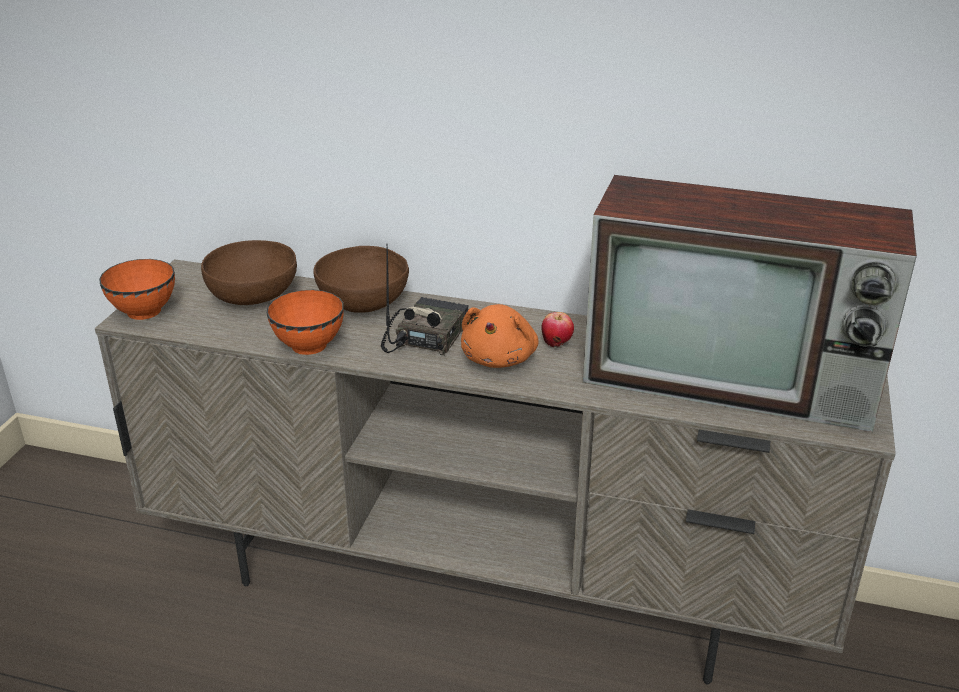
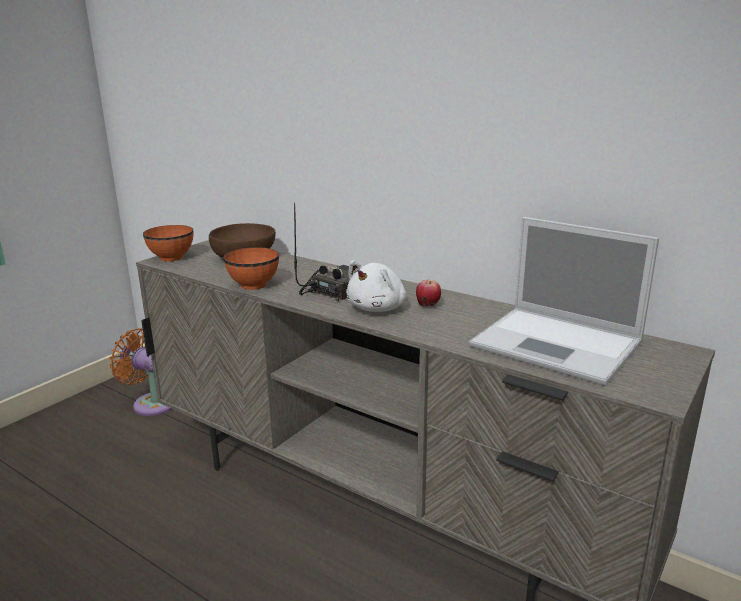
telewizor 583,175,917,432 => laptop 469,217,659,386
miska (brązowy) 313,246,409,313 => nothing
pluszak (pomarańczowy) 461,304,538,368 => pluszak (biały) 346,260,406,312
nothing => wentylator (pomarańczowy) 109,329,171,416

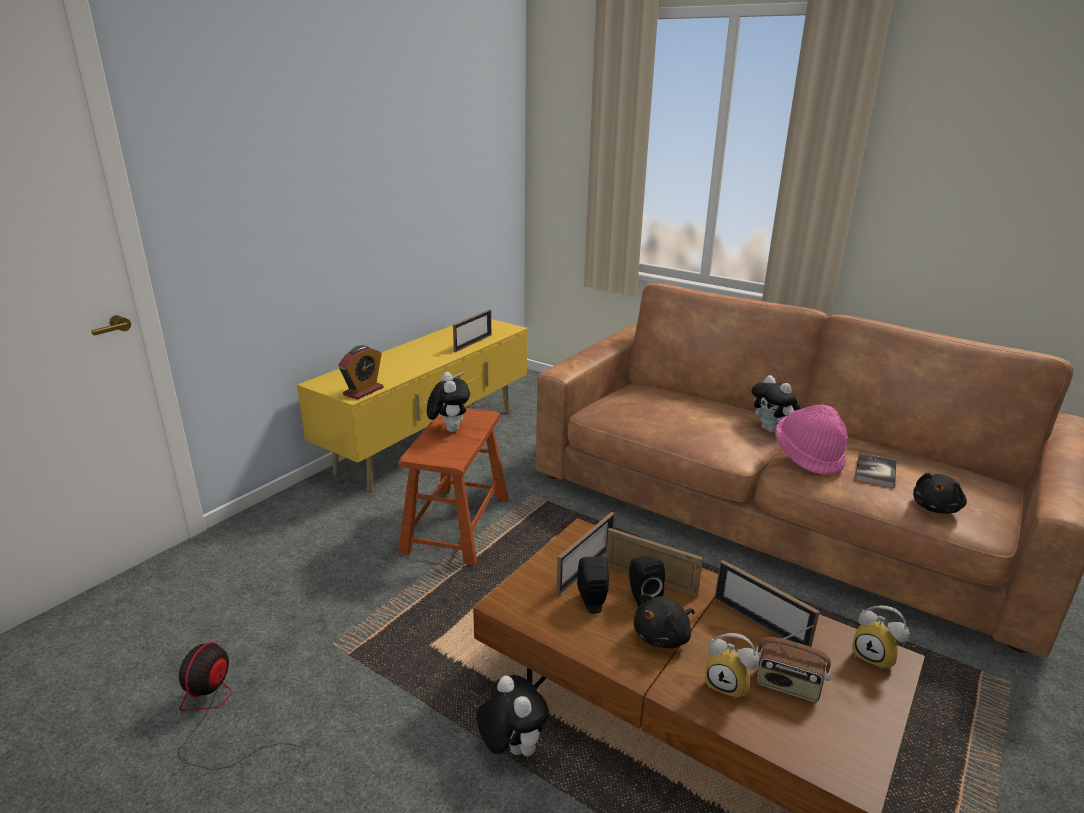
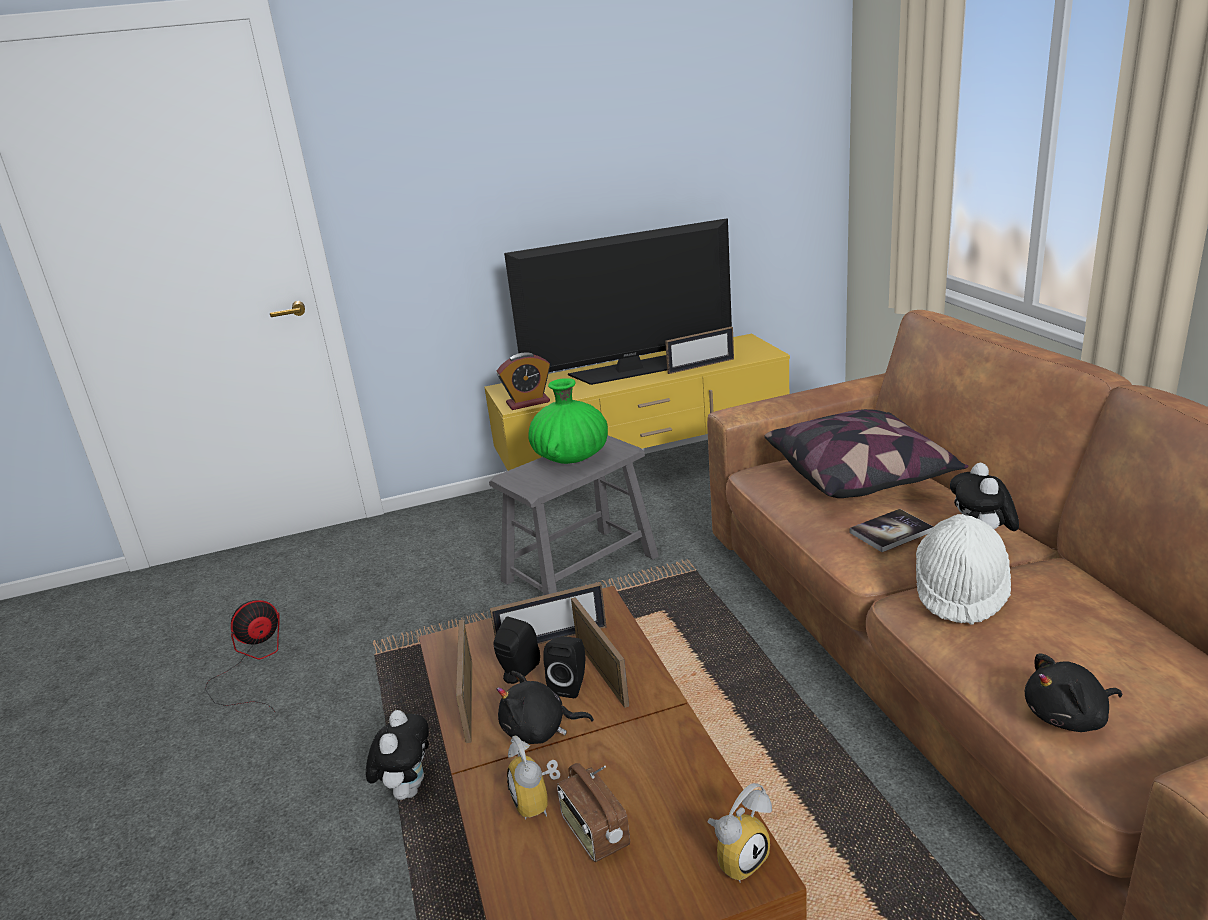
pluszak 427,372,470,432 => wazon (zielony) 528,378,608,464
kapelusz (różowy) 775,405,847,474 => kapelusz (biały) 916,514,1011,625
stołek (brązowy) 398,408,509,565 => stołek (szary) 489,435,659,595
książka 855,453,897,488 => książka 850,509,933,552, moved
ramka na zdjęcie 714,560,820,647 => ramka na zdjęcie 456,619,472,743, moved
budzik 852,605,909,671 => budzik 708,783,772,883, 120 degrees counterclockwise
nothing => telewizor 504,218,732,385
nothing => poduszka 765,409,968,498

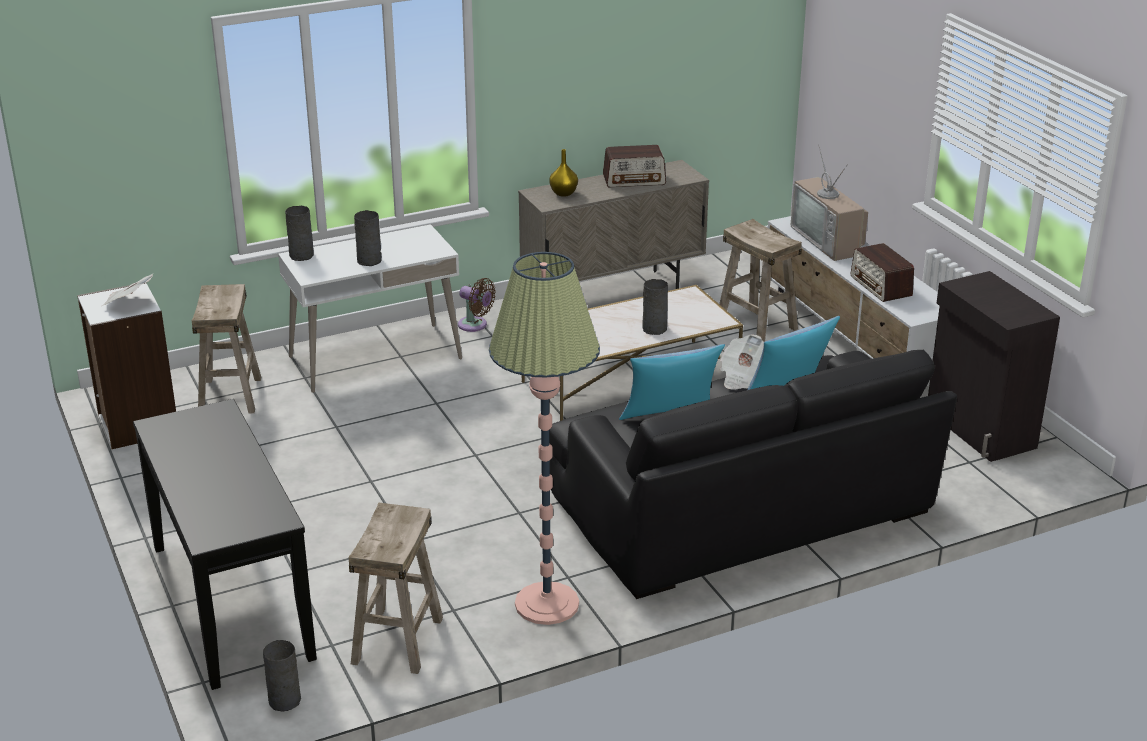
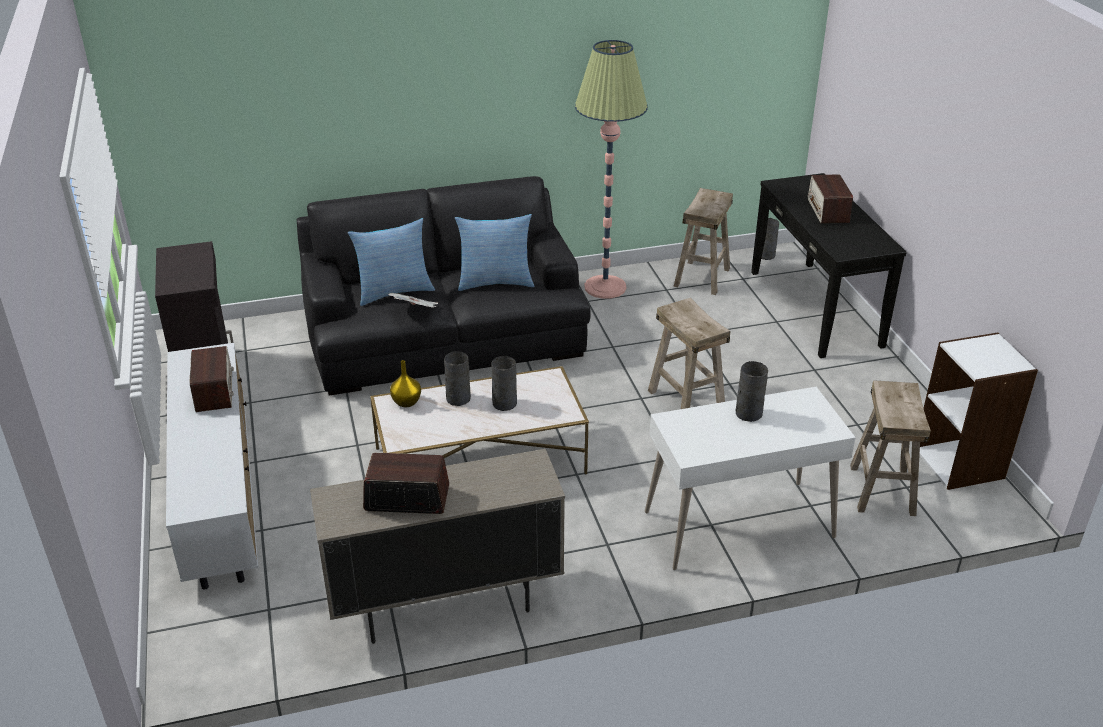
telewizor 791,144,868,261 => nothing
wazon (żółty) 549,149,578,196 => wazon (żółty) 390,360,421,408, moved
wazon (szary) 285,206,314,261 => wazon (szary) 491,356,517,411, moved
stołek (beżowy) 719,219,802,342 => stołek (beżowy) 648,298,730,409, moved
gazeta 102,273,154,306 => nothing
wentylator (brązowy) 458,278,496,332 => nothing
nothing => radio 808,174,853,224

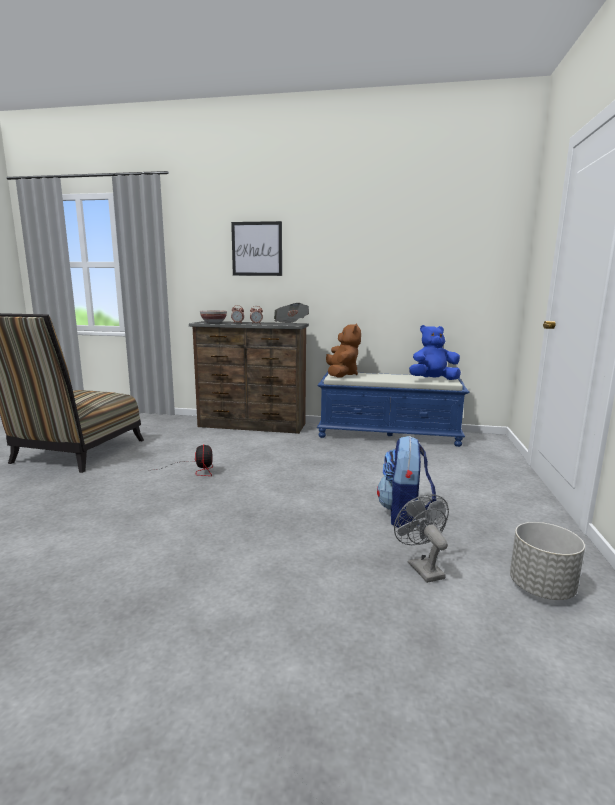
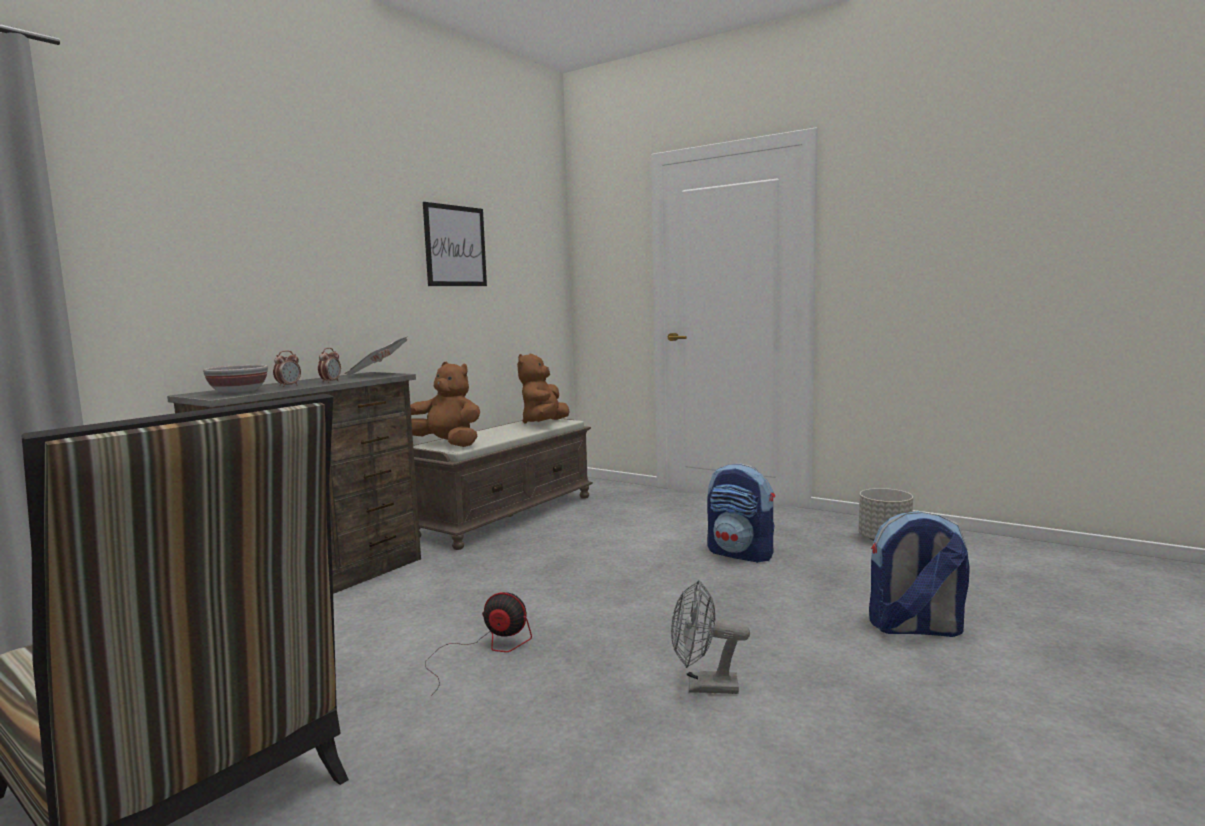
obraz 231,221,282,276 => obraz 423,202,487,286, moved
pluszak (niebieski) 409,325,461,380 => pluszak (brązowy) 517,354,570,424
ławka (niebieski) 317,372,469,447 => ławka (brązowy) 413,418,593,550
wentylator (szary) 394,494,449,583 => wentylator (szary) 671,580,750,694, moved
nothing => plecak 869,511,970,637

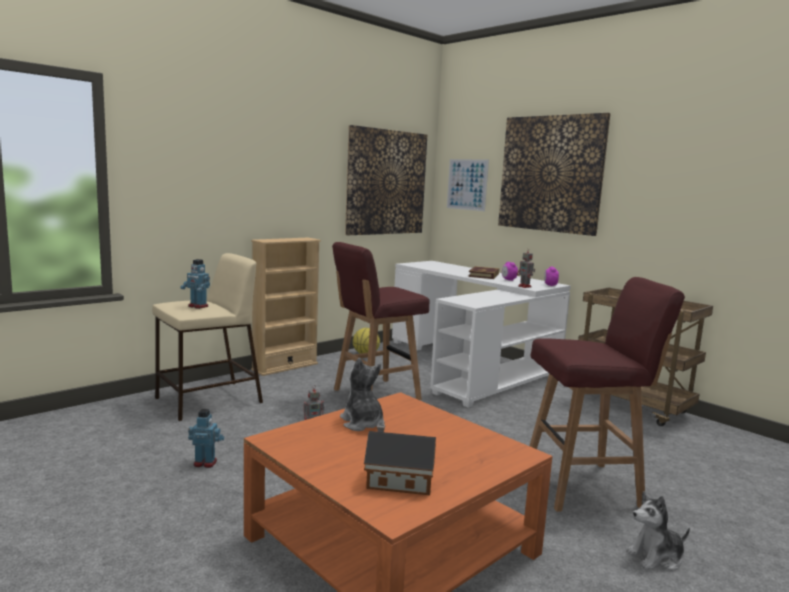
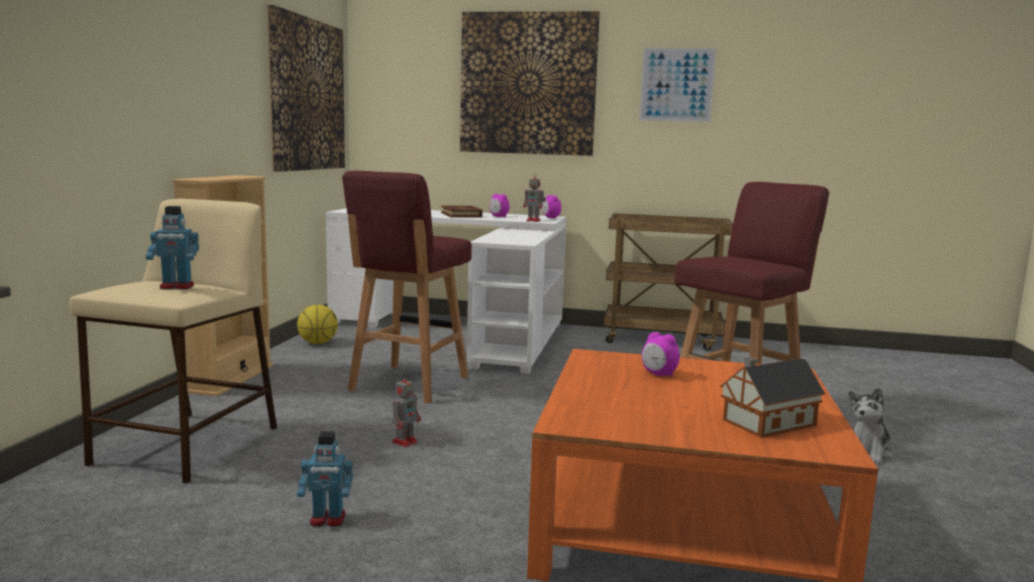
obraz 447,159,489,211 => obraz 639,48,717,122, moved
pluszak 340,358,385,431 => nothing
robot zabawkowy 188,409,224,468 => robot zabawkowy 297,431,353,527, 150 degrees counterclockwise
nothing => budzik 642,332,680,376

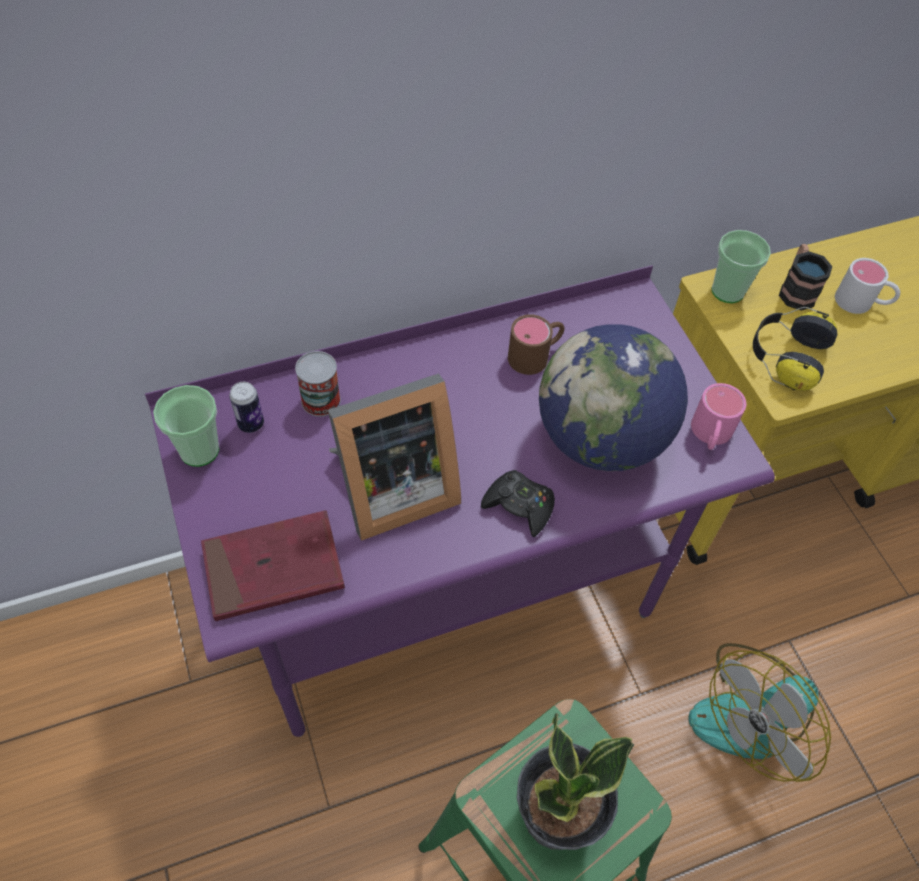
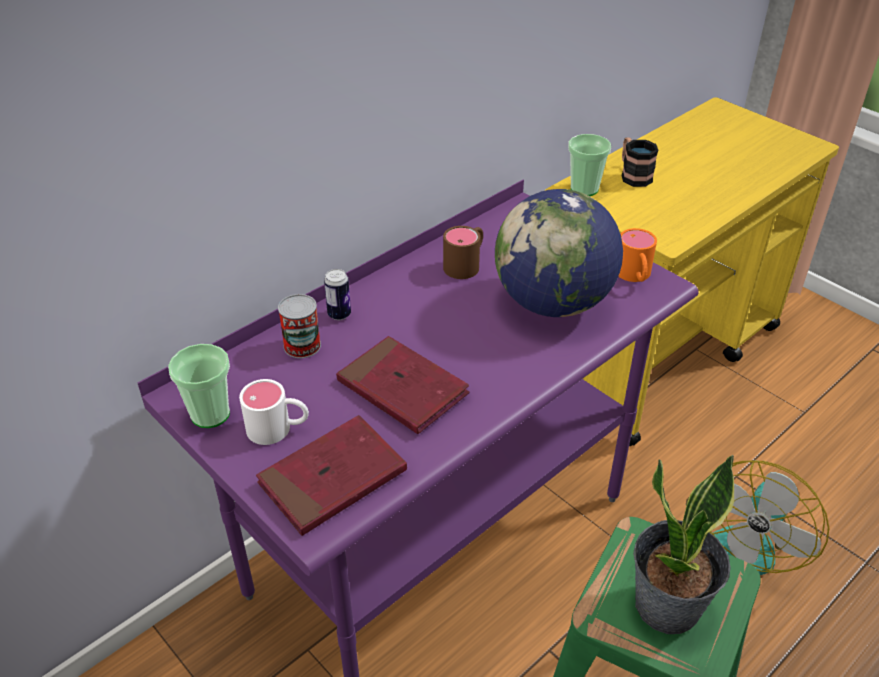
kubek (biały) 835,258,900,314 => kubek (biały) 239,379,309,445, moved
słuchawki 753,307,838,391 => nothing
ramka na zdjęcie 328,373,461,541 => książka (czerwony) 336,336,470,434
puszka 229,382,264,433 => puszka 324,269,351,320, moved
kubek (różowy) 691,383,746,450 => kubek (pomarańczowy) 618,228,657,282
pad do gier (czarny) 481,470,555,537 => nothing

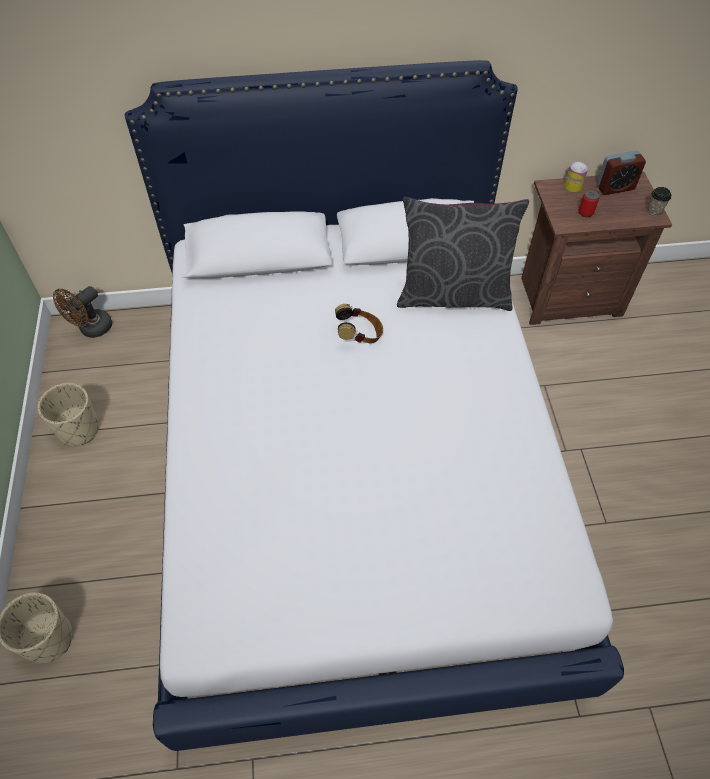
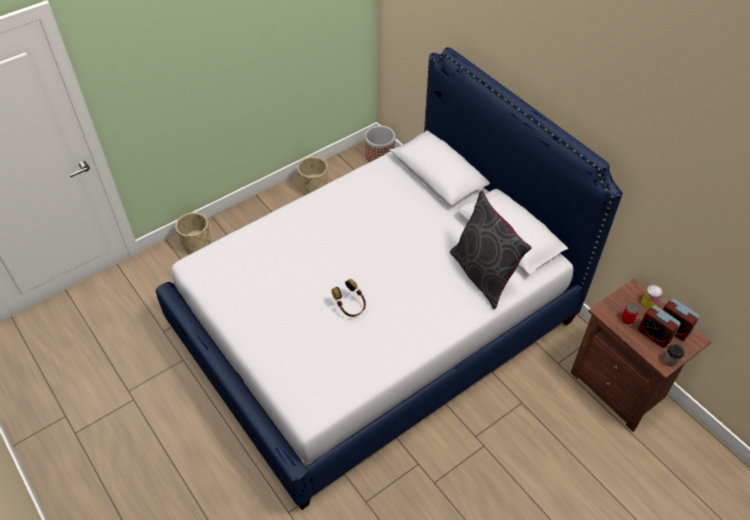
wentylator (brązowy) 53,286,112,338 => donica 365,126,395,162
słuchawki 335,304,383,343 => słuchawki 332,279,366,317, moved
nothing => budzik 638,305,681,348

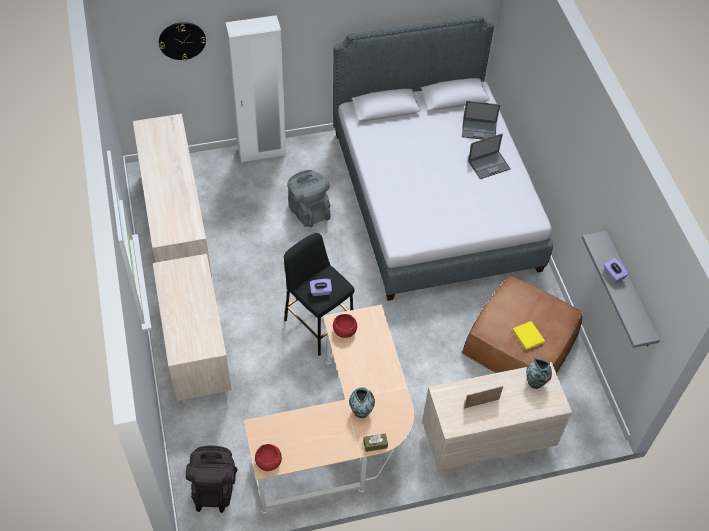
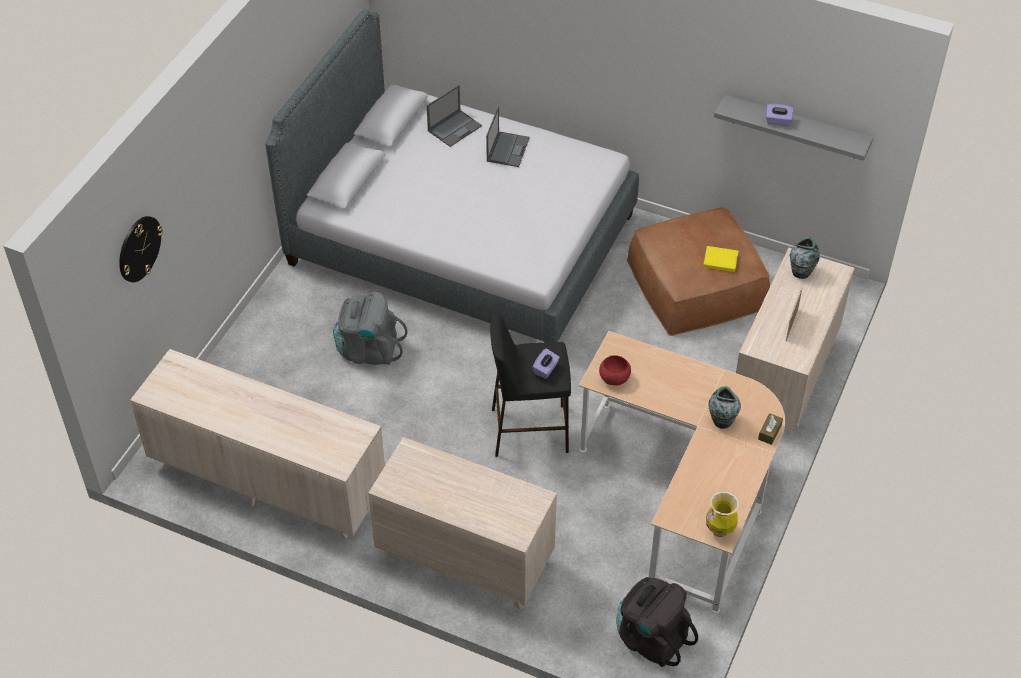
szafa (biały) 225,15,286,163 => nothing
miska (czerwony) 255,444,282,471 => wazon 706,491,739,537

